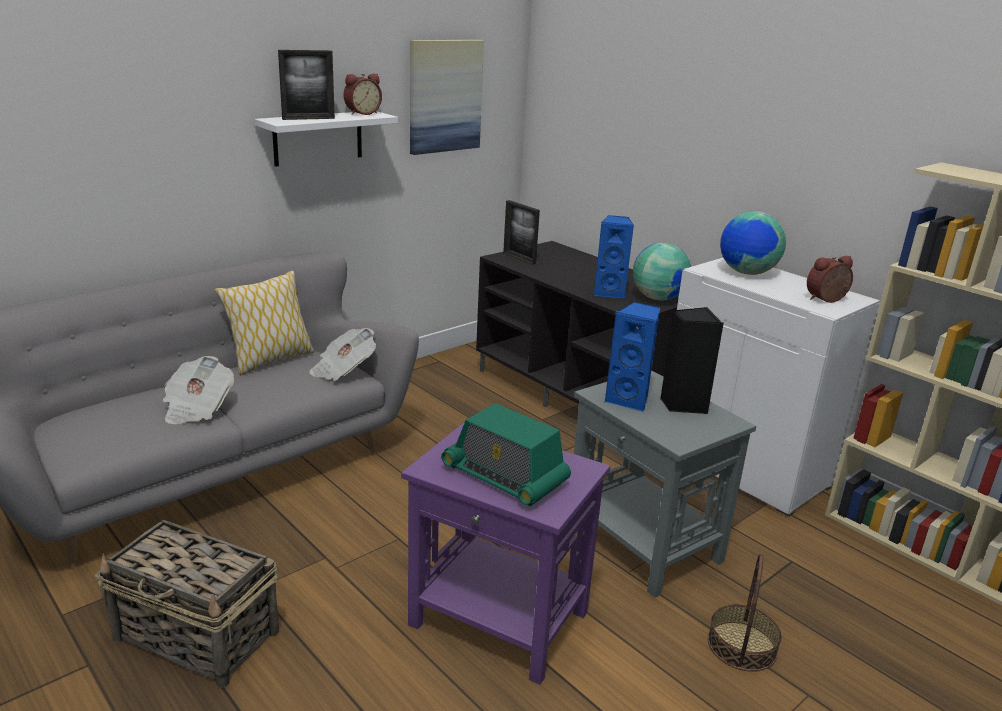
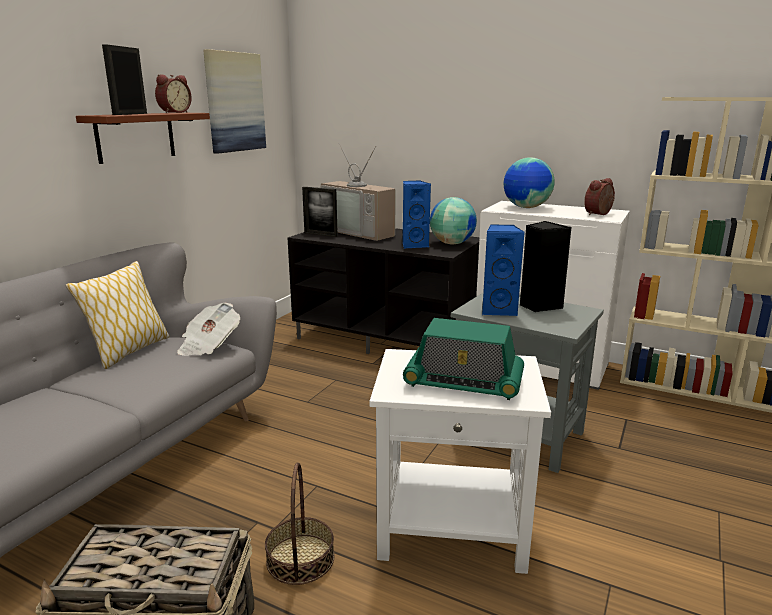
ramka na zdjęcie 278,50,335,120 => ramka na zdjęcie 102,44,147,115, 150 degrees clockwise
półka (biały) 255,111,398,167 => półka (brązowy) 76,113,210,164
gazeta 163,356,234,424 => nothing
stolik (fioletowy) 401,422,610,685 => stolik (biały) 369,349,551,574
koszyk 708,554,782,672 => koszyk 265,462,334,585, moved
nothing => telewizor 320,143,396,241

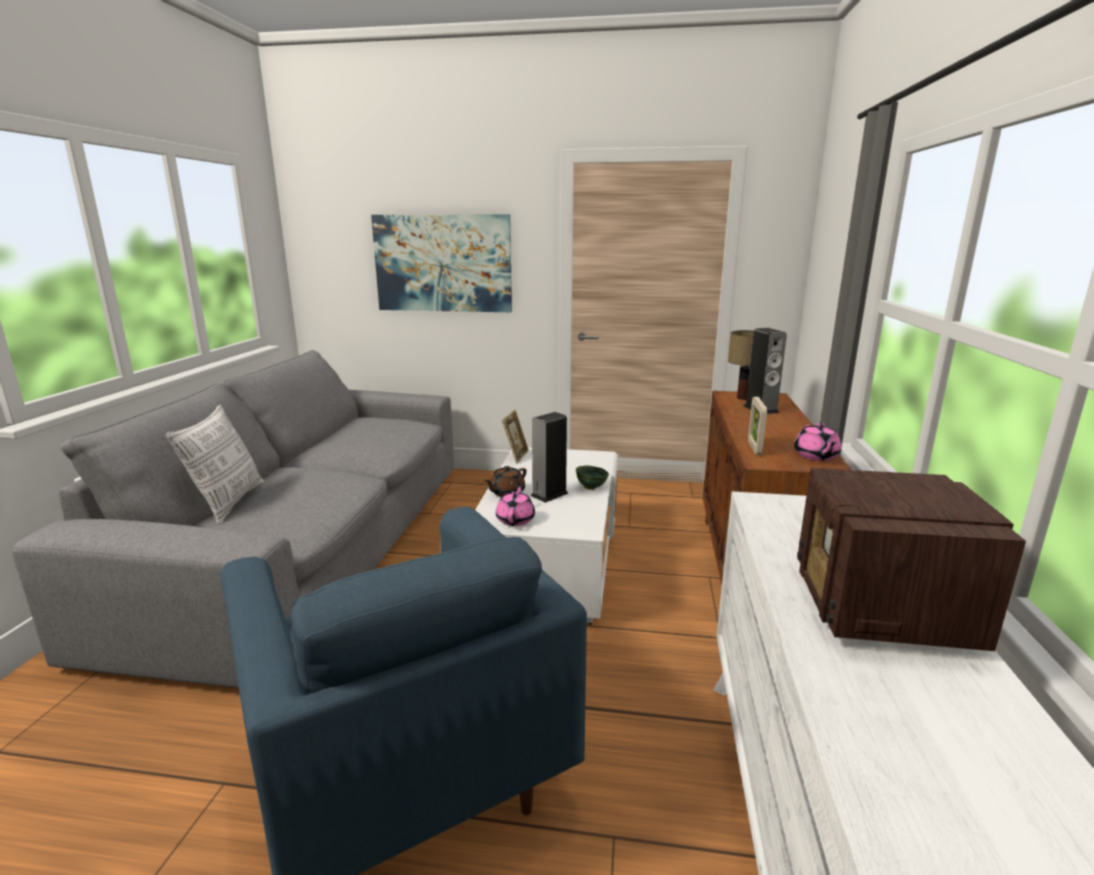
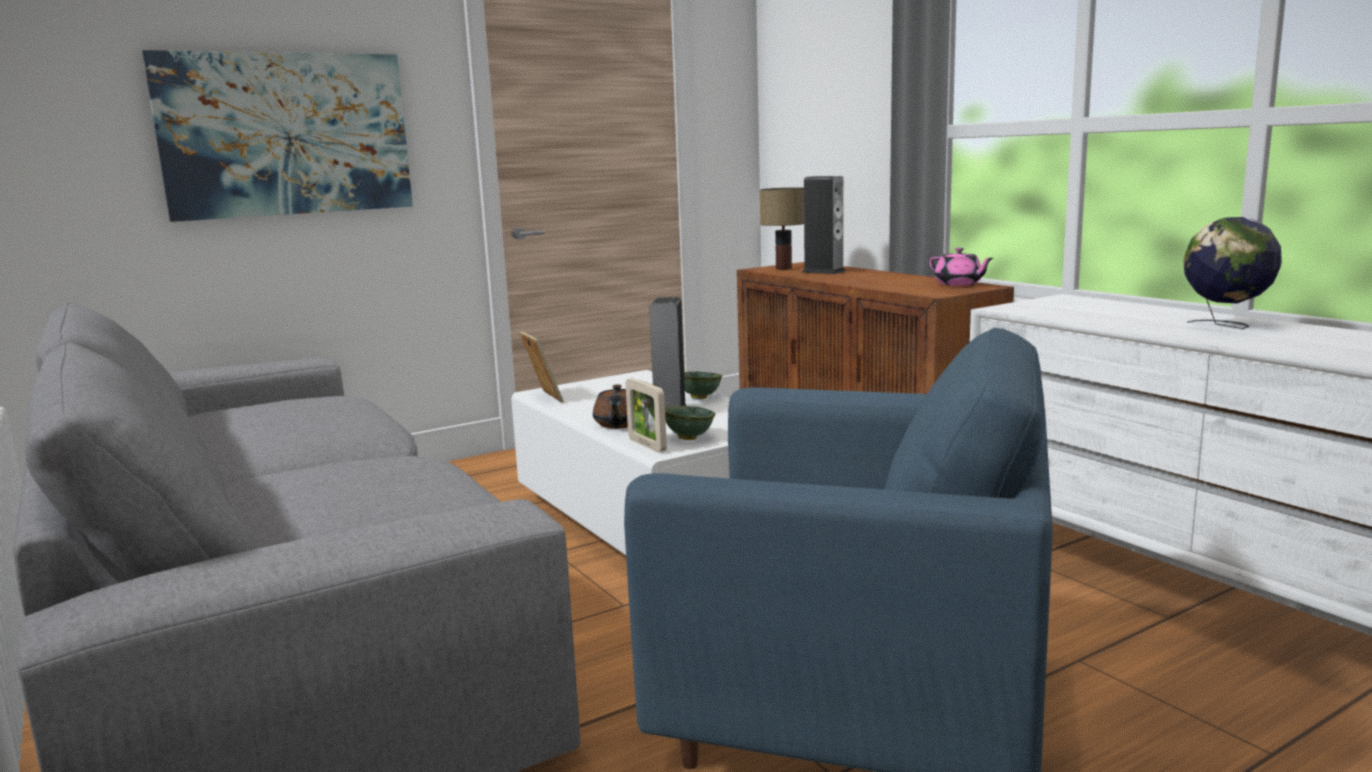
ramka na zdjęcie 748,396,767,455 => ramka na zdjęcie 625,378,667,452, moved
poduszka 166,405,264,525 => nothing
radio 797,468,1026,651 => globus 1183,217,1282,329
imbryk (różowy) 496,485,535,526 => miska (zielony) 665,406,715,440

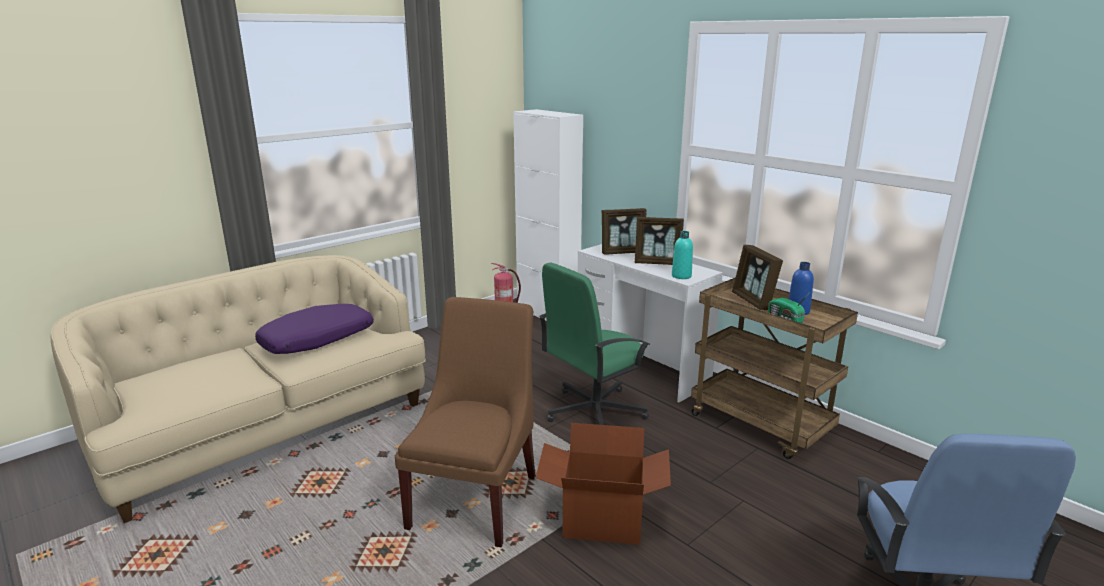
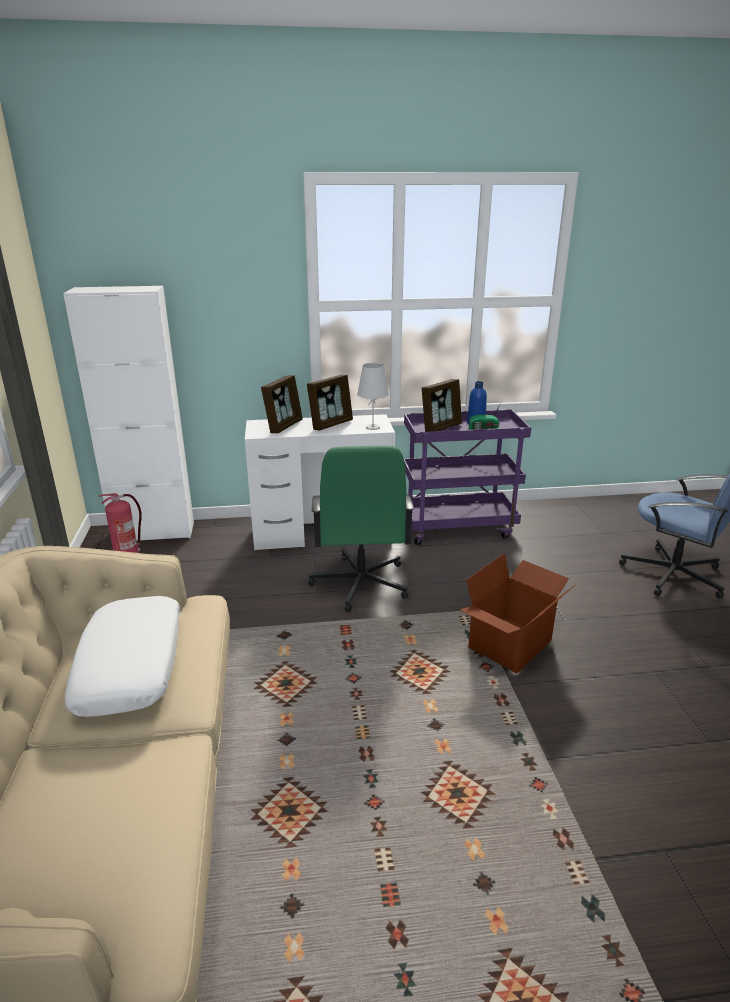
butelka (turkusowy) 672,231,693,279 => lampa stołowa (biały) 357,363,389,430
ramka na zdjęcie 732,245,783,310 => ramka na zdjęcie 422,379,462,432, 60 degrees counterclockwise
wózek (brązowy) 691,277,858,459 => wózek (fioletowy) 404,409,531,545
krzesło (brązowy) 395,297,536,547 => nothing
poduszka (fioletowy) 255,304,374,354 => poduszka (biały) 65,596,180,717

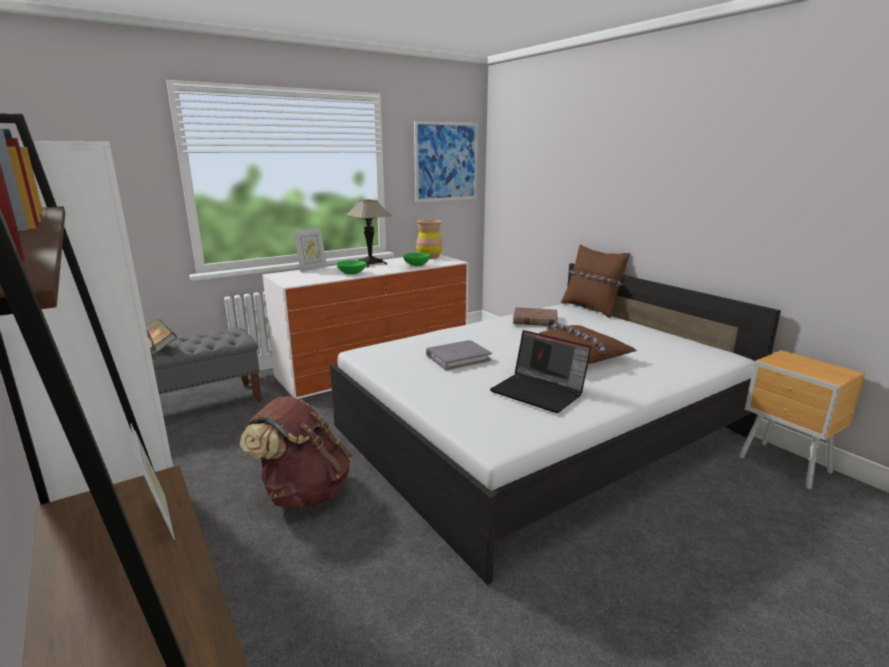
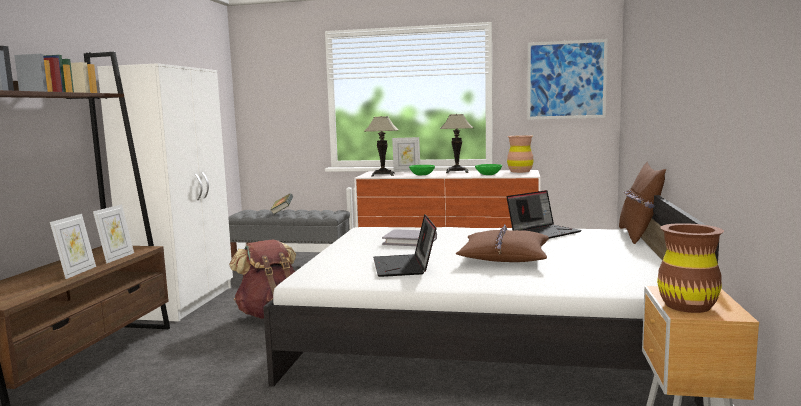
książka (brązowy) 513,307,557,326 => laptop 506,190,582,239
nothing => lampa stołowa 364,116,399,177
nothing => ramka na zdjęcie 50,214,96,279
nothing => wazon (brązowy) 657,223,724,313

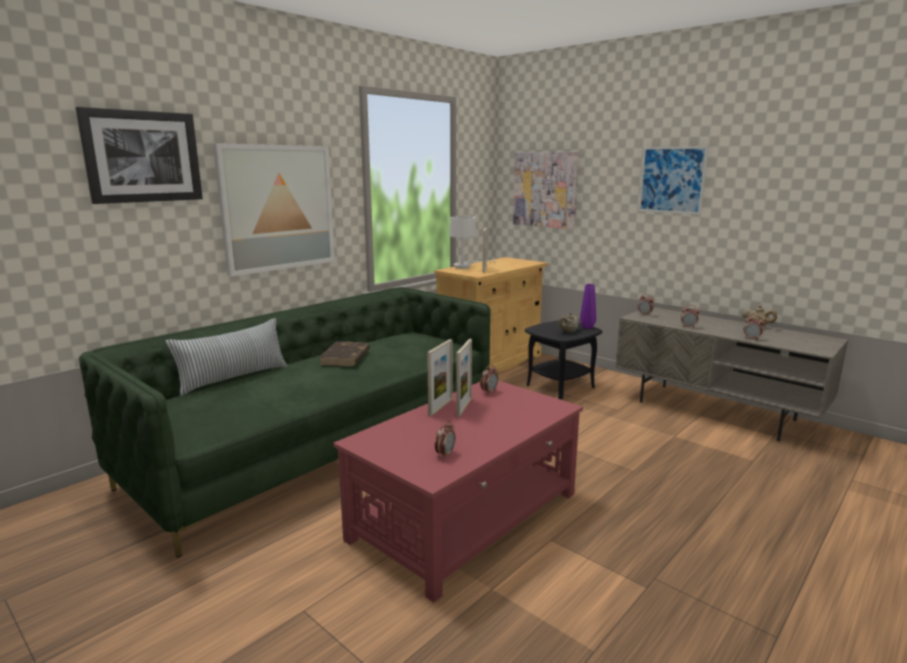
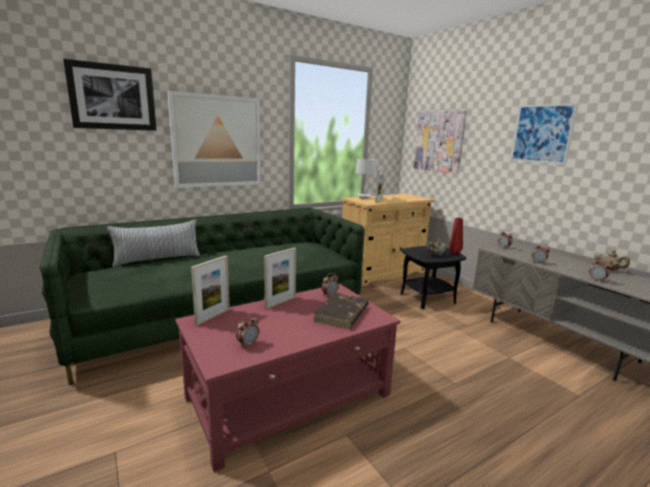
wazon (fioletowy) 580,284,596,329 => wazon (czerwony) 449,218,463,255
ramka na zdjęcie 456,339,472,417 => ramka na zdjęcie 191,256,230,326, moved
książka (brązowy) 319,341,370,367 => książka (brązowy) 314,292,369,329, moved

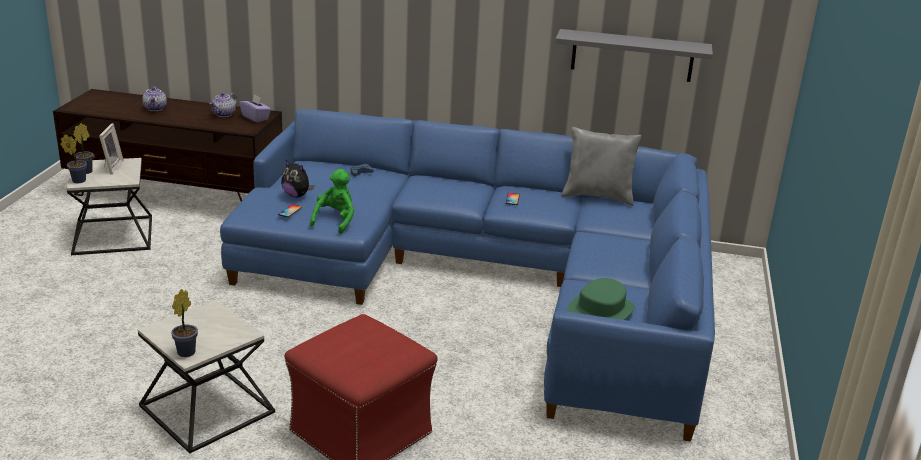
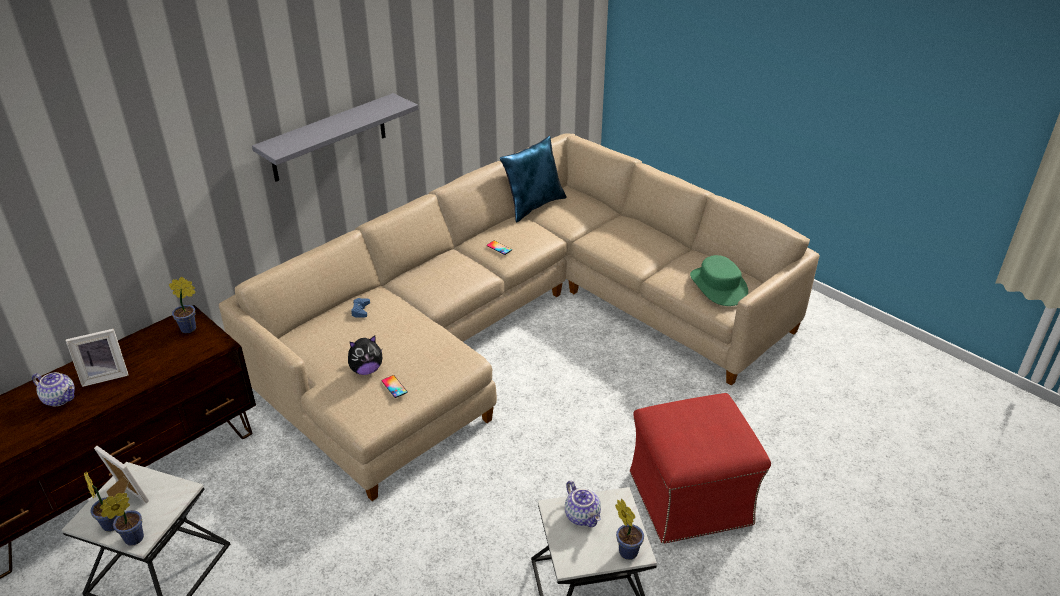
półka (szary) 555,29,713,82 => półka (szary) 252,93,418,181, moved
imbryk 209,93,237,117 => imbryk 565,481,601,527, moved
pudełko chusteczek (fioletowy) 239,94,271,122 => roślina doniczkowa 169,277,196,333
kanapa (niebieski) 220,109,715,442 => kanapa (beżowy) 219,134,820,501
poduszka (szary) 561,127,642,206 => poduszka (niebieski) 500,136,567,223
pluszak (zielony) 310,169,354,234 => nothing
nothing => ramka na zdjęcie 66,329,129,387

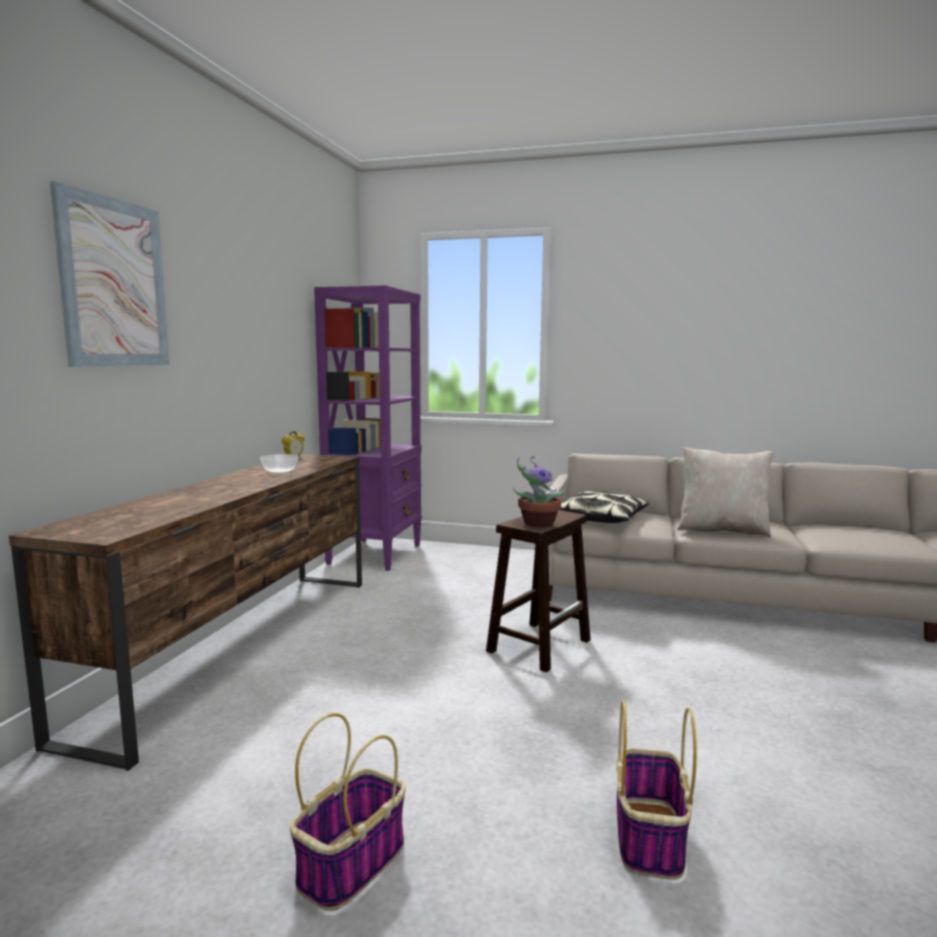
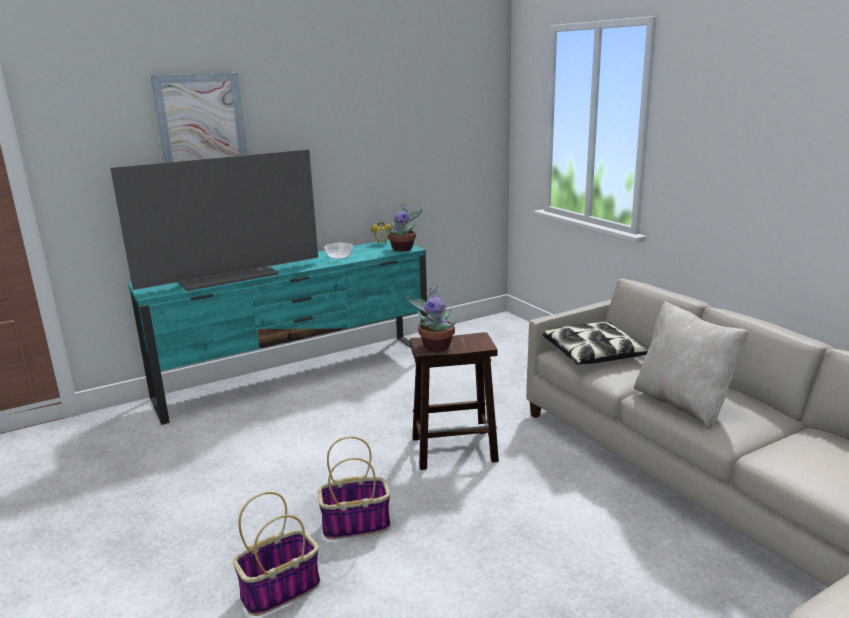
regał (fioletowy) 314,285,422,571 => nothing
szafka pod telewizor (brązowy) 9,454,362,771 => szafka pod telewizor (turkusowy) 128,240,427,425
koszyk 290,713,406,911 => koszyk 318,436,390,540, moved
nothing => telewizor 110,149,318,291
nothing => roślina doniczkowa 386,204,422,251

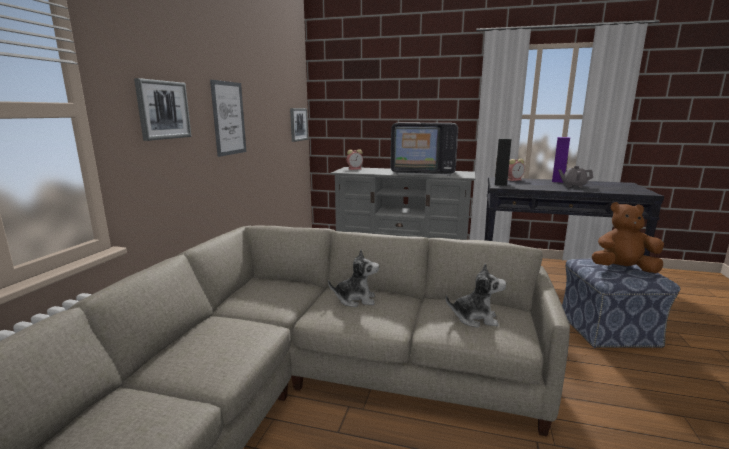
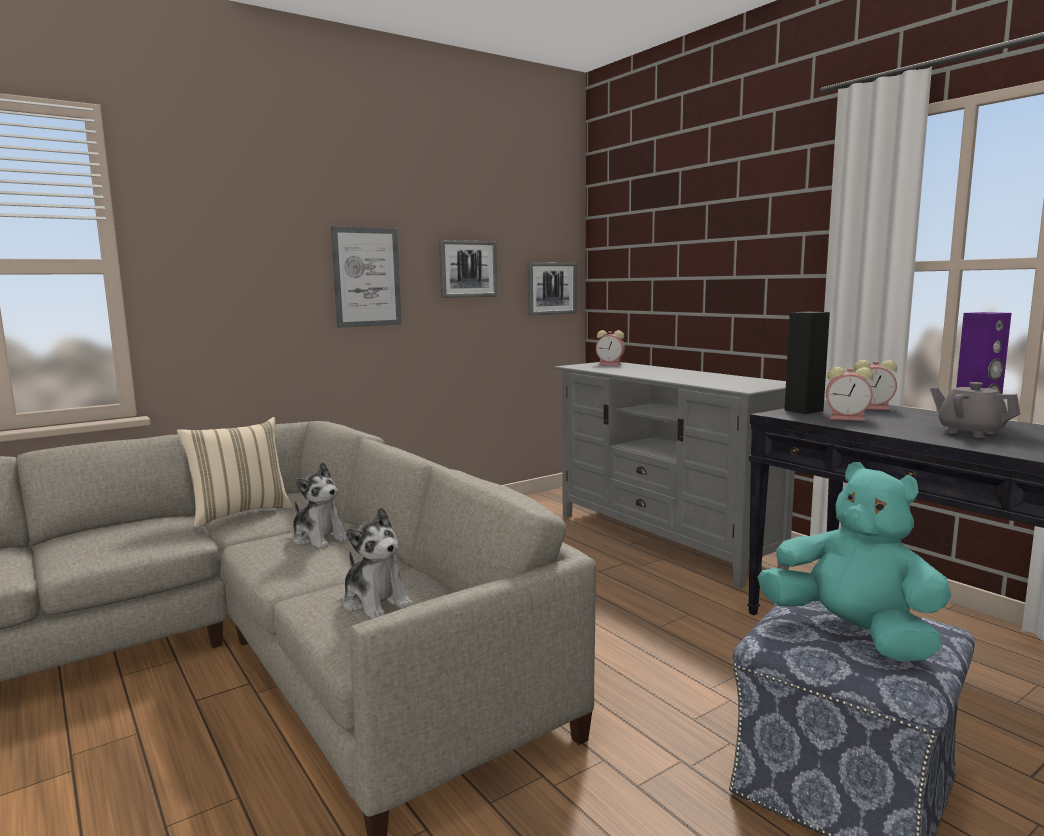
obraz 134,78,192,141 => obraz 439,240,498,298, moved
telewizor 391,123,458,176 => nothing
pluszak (brązowy) 592,202,664,273 => pluszak (turkusowy) 758,462,952,661
nothing => budzik 826,367,874,421
nothing => poduszka (beżowy) 177,417,293,528

